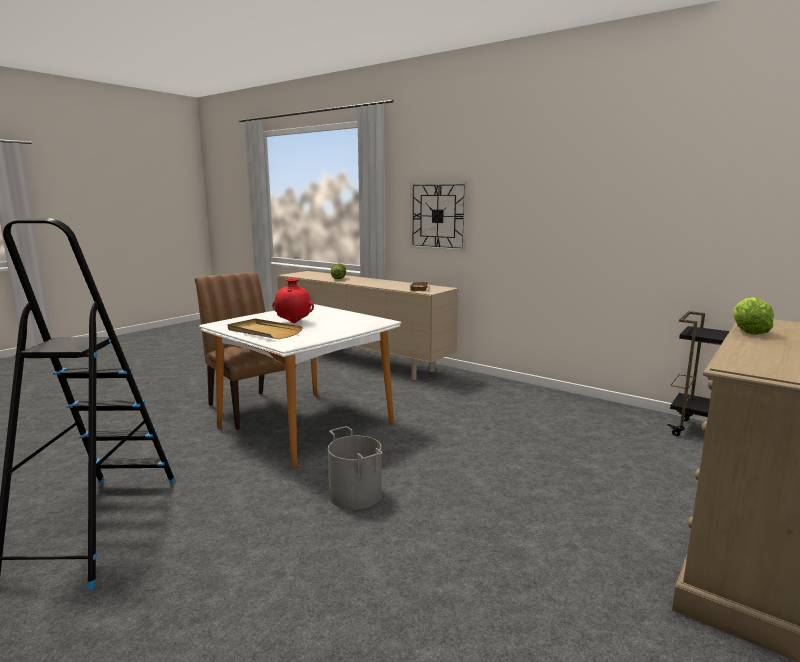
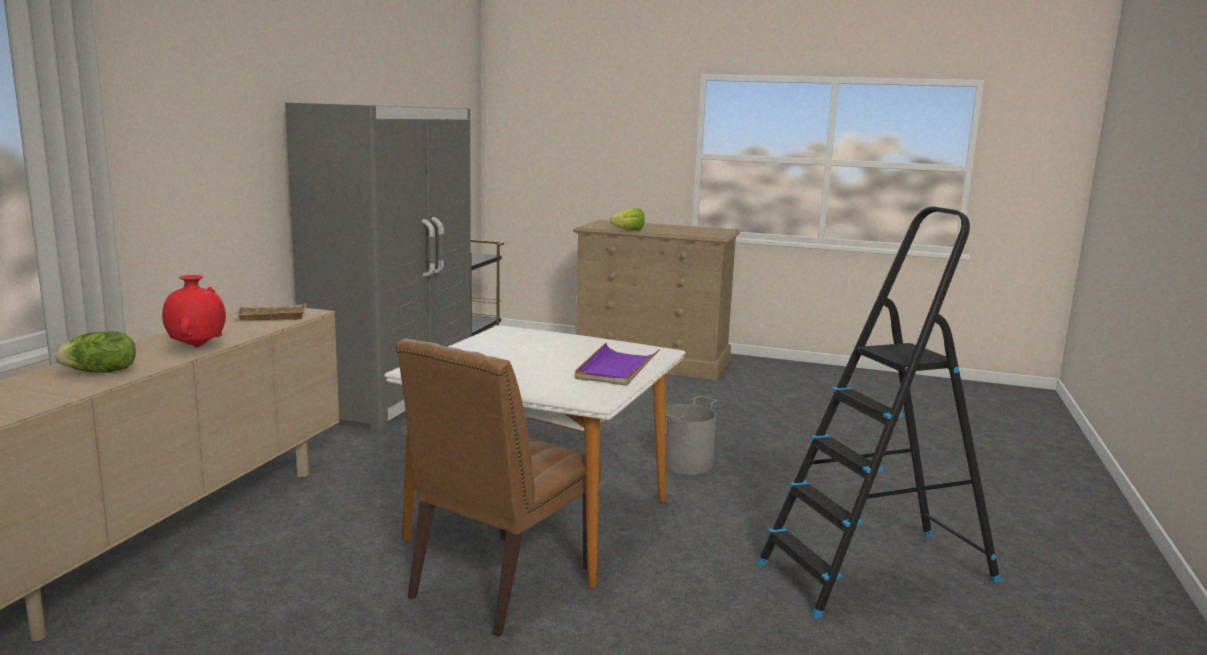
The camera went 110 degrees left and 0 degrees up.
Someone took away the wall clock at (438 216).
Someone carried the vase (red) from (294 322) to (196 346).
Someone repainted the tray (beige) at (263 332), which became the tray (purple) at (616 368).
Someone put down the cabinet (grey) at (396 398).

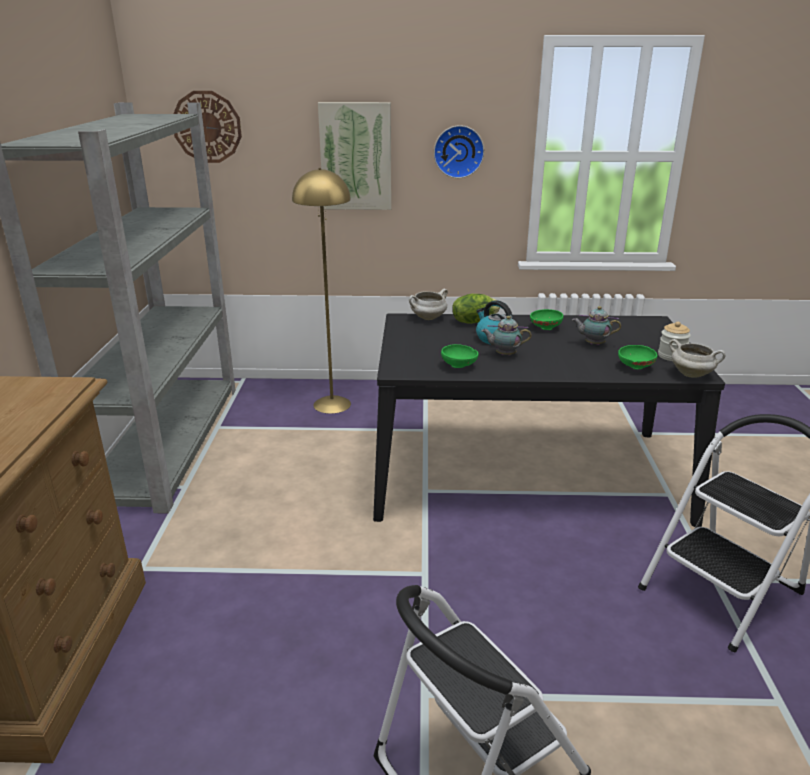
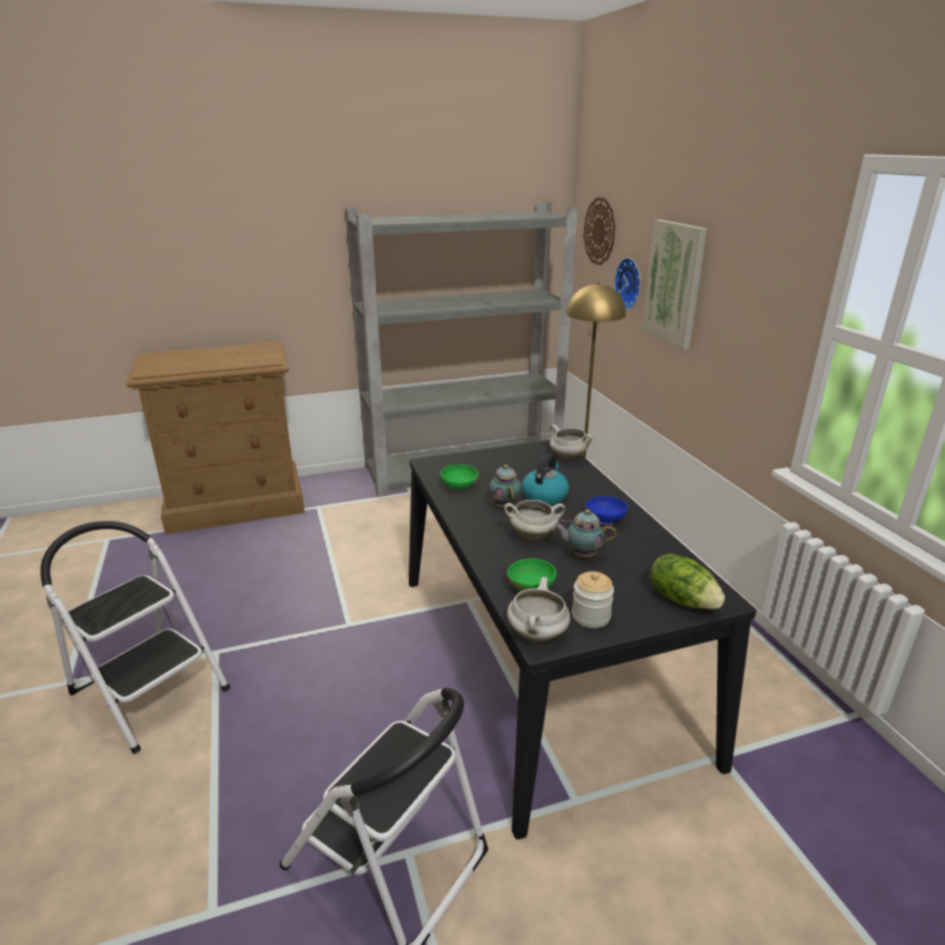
The camera went 70 degrees right and 0 degrees up.
Someone carried the wall clock from (458 151) to (631 283).
Someone carried the lettuce from (474 321) to (682 599).
Someone rotated the teapot at (593 344) by 75 degrees counterclockwise.
Someone repainted the bowl (green) at (544 328), which became the bowl (blue) at (604 520).
Someone put down the cooking pot (white) at (533 535).

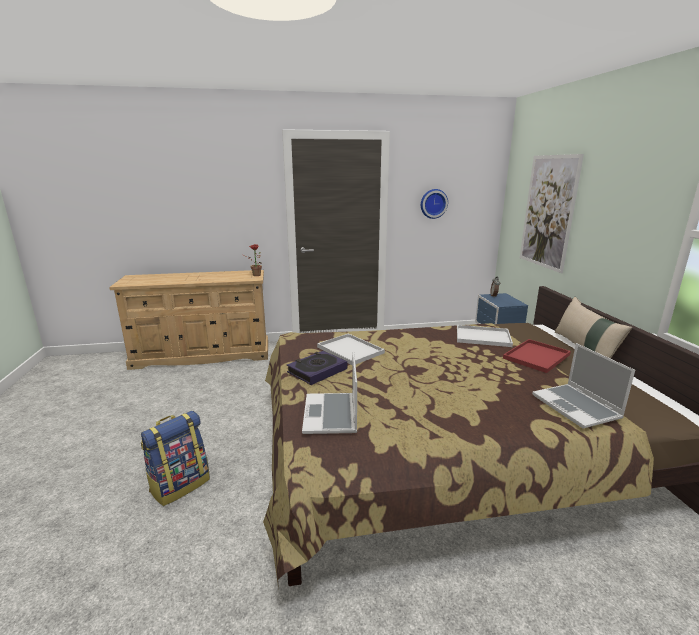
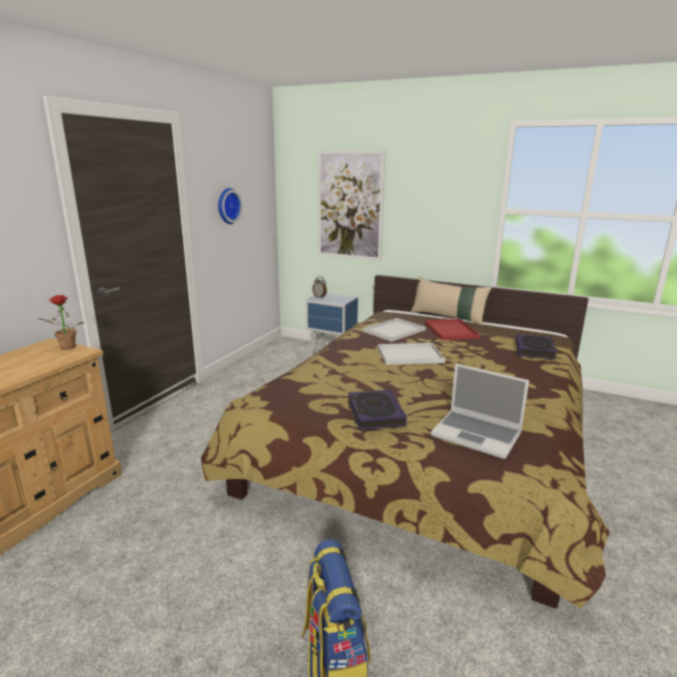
The camera went 55 degrees left and 0 degrees up.
Someone carried the tray (white) from (351 350) to (411 355).
Someone swapped the laptop at (577 407) for the book at (534 350).

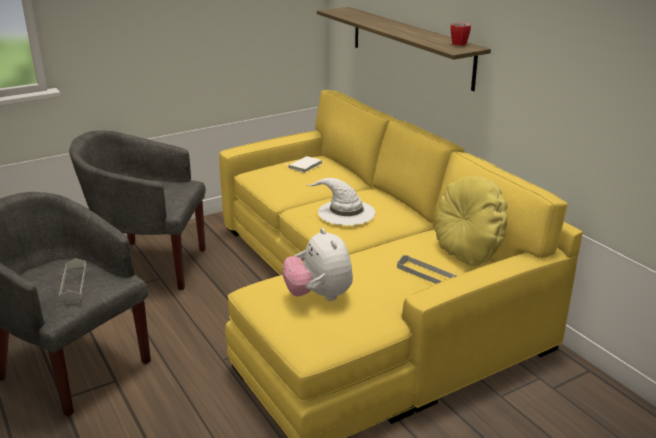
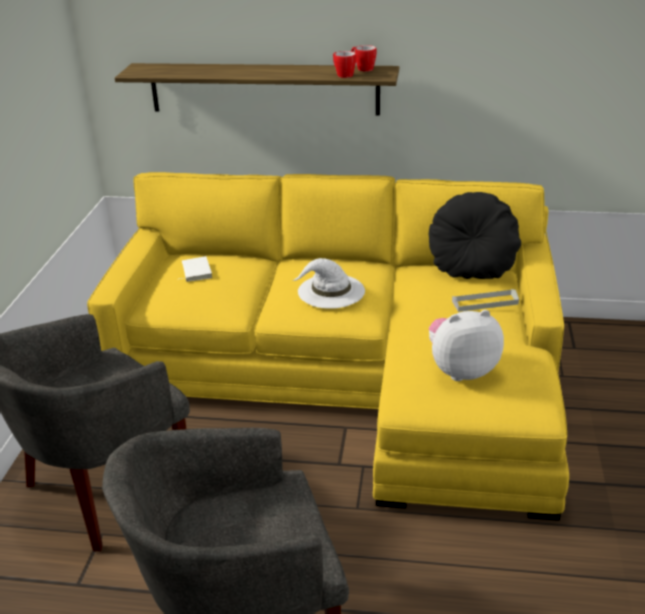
The camera went 50 degrees left and 5 degrees up.
Someone repainted the pillow (yellow) at (467 255), which became the pillow (black) at (471 272).
Someone rotated the plush toy at (319 296) by 150 degrees clockwise.
Someone took away the tray (grey) at (73 283).
Someone put down the mug at (342 75).

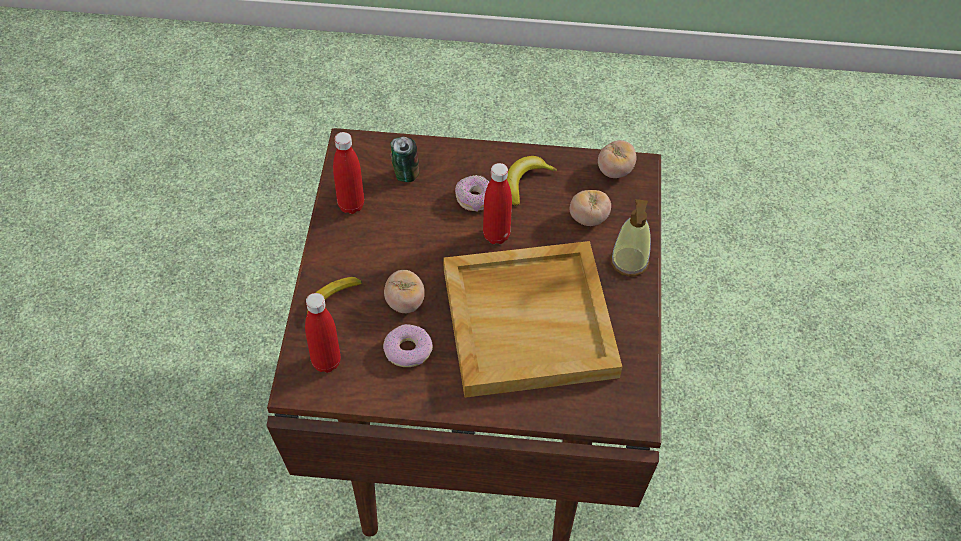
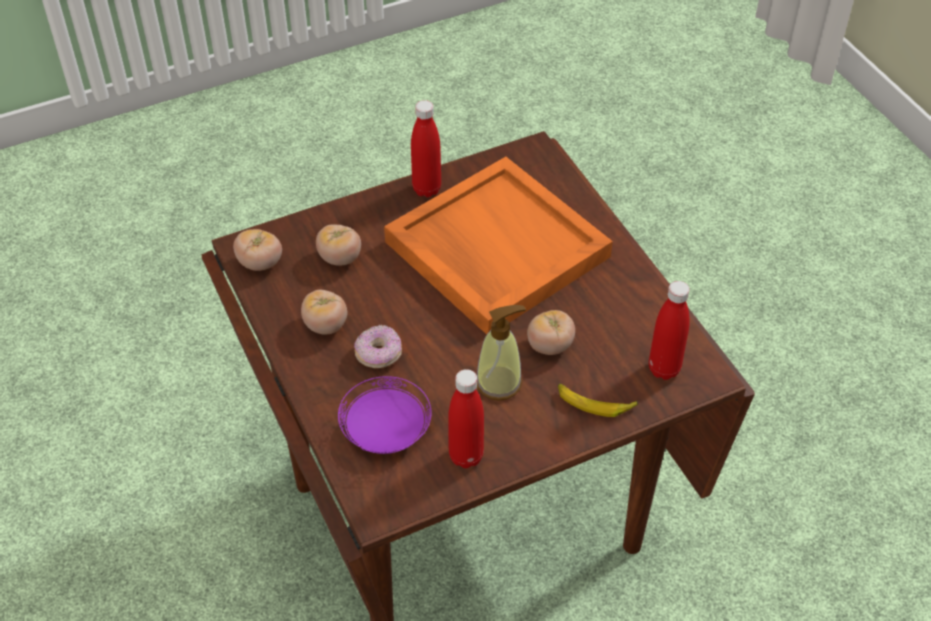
The camera went 120 degrees left and 5 degrees down.
Someone swapped the can at (405 174) for the plate (purple) at (386 431).
Someone swapped the banana at (524 182) for the tomato at (325 325).
Someone carried the bottle (red) from (496 235) to (426 189).
Someone carried the soap dispenser from (629 262) to (499 382).
Someone repainted the tray (beige) at (530 320), which became the tray (orange) at (495 249).
Someone took away the donut at (408 350).

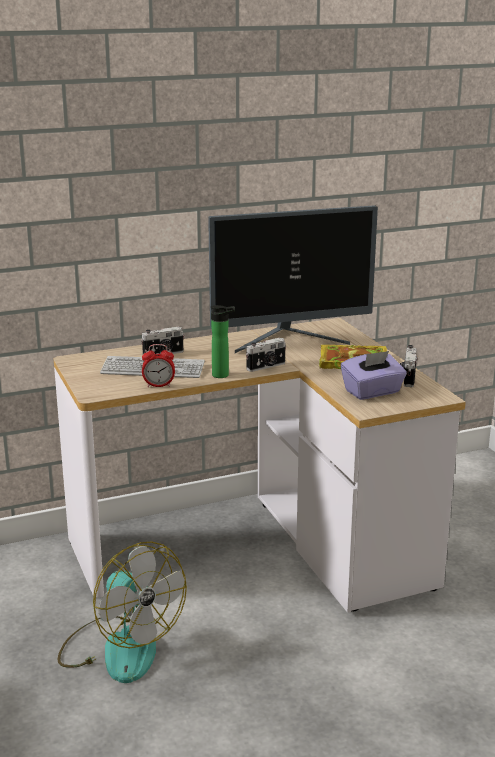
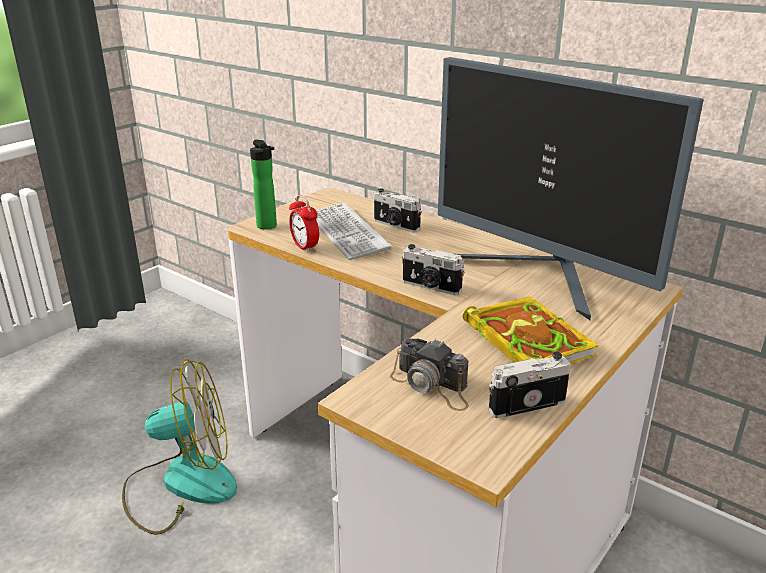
The camera went 60 degrees right and 5 degrees up.
Someone carried the bottle from (223 375) to (268 227).
Someone swapped the tissue box (purple) at (372 392) for the photo camera at (432 386).
Someone rotated the fan at (120 647) by 120 degrees counterclockwise.

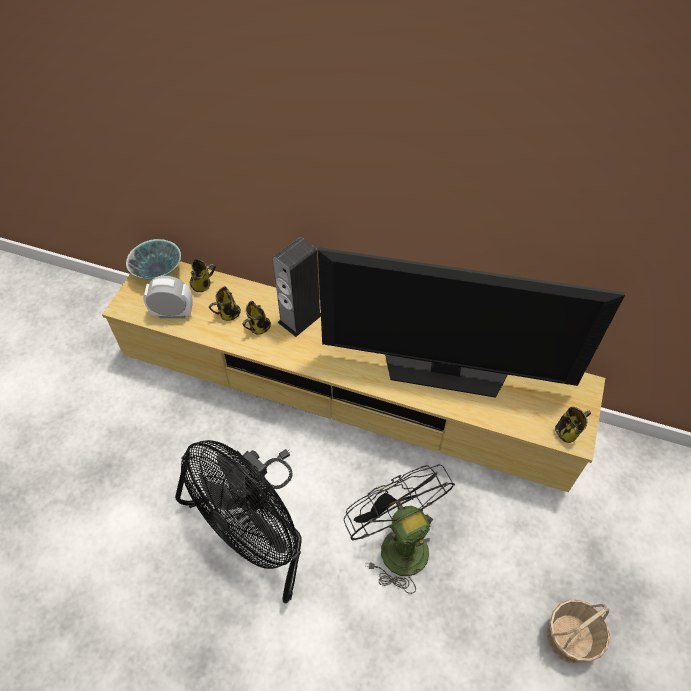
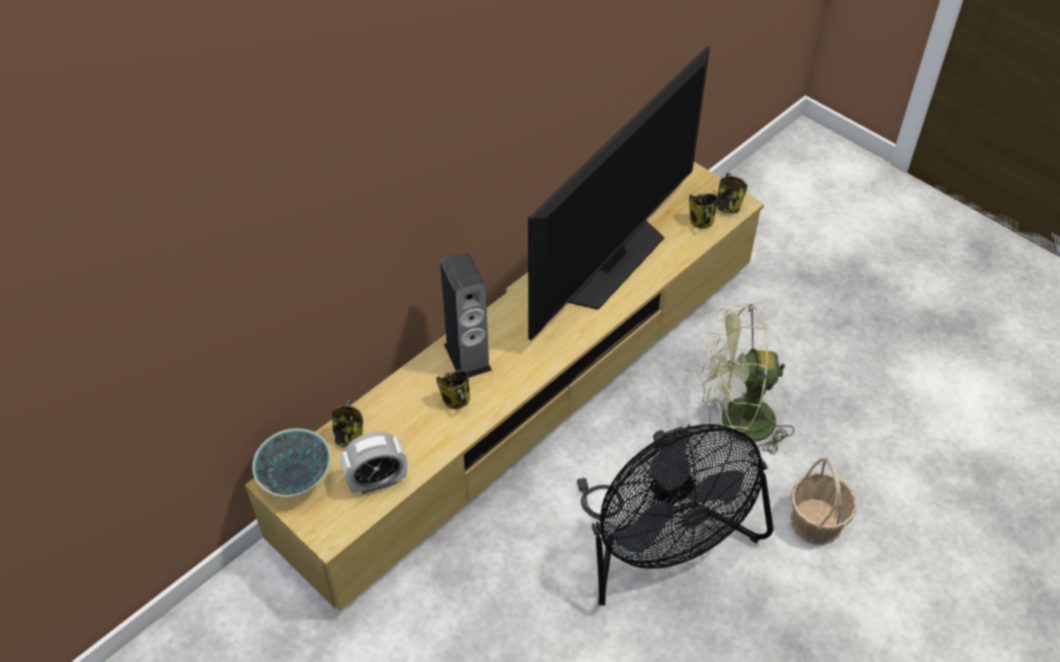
The camera went 65 degrees left and 5 degrees down.
Someone rotated the alarm clock at (173 313) by 135 degrees counterclockwise.
Someone carried the mug from (228 314) to (701 222).
Someone repainted the fan (black) at (396 542), which became the fan (green) at (735 423).
Someone carried the basket from (570 638) to (816 522).

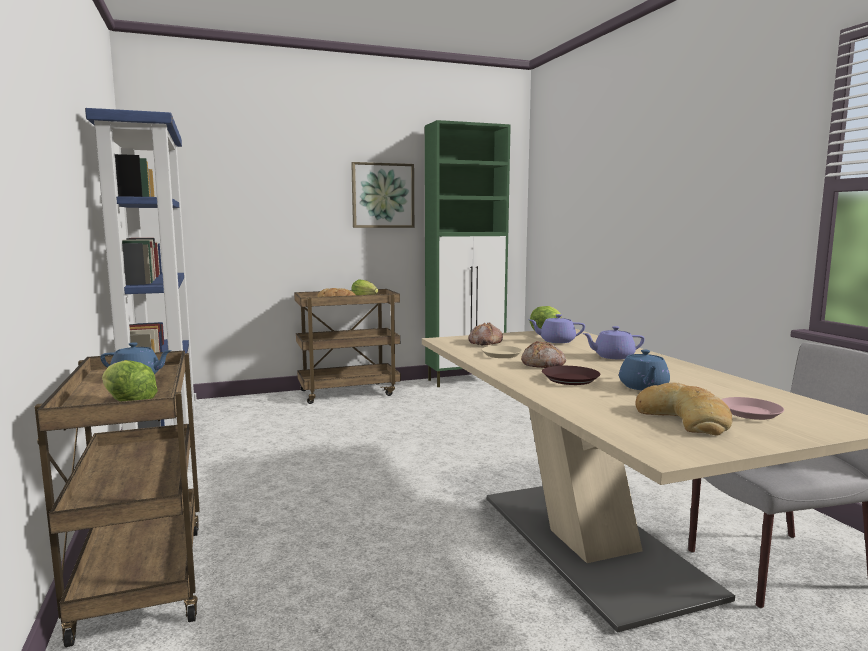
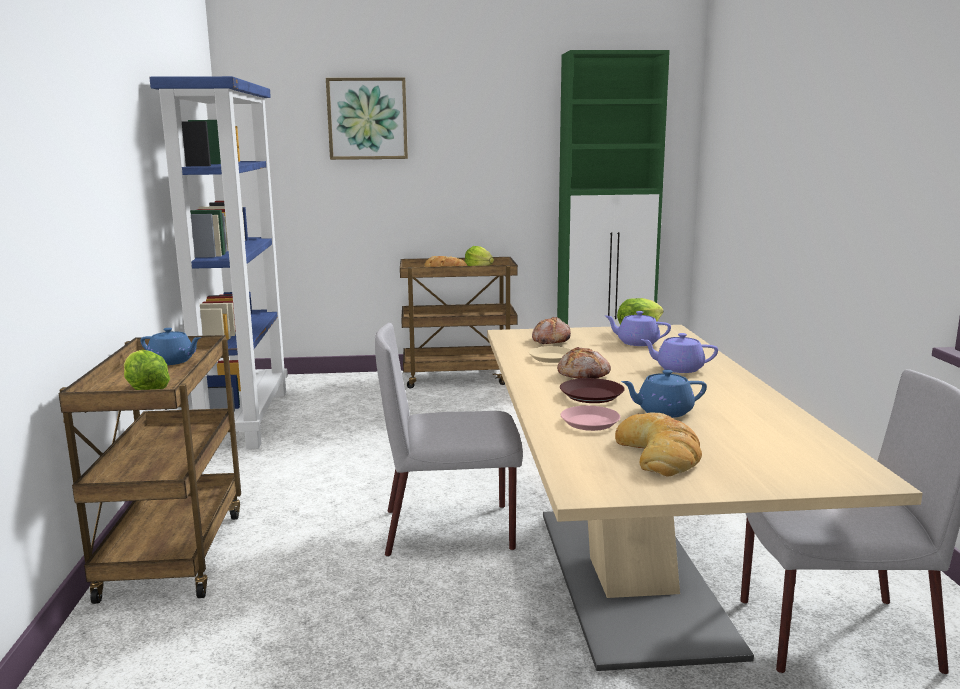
The camera went 15 degrees right and 5 degrees up.
Someone carried the picture from (382 195) to (367 119).
Someone rotated the teapot (blue) at (643 387) by 60 degrees clockwise.
Someone carried the plate (pink) from (750 412) to (590 422).
Someone put down the chair (grey) at (451 529).

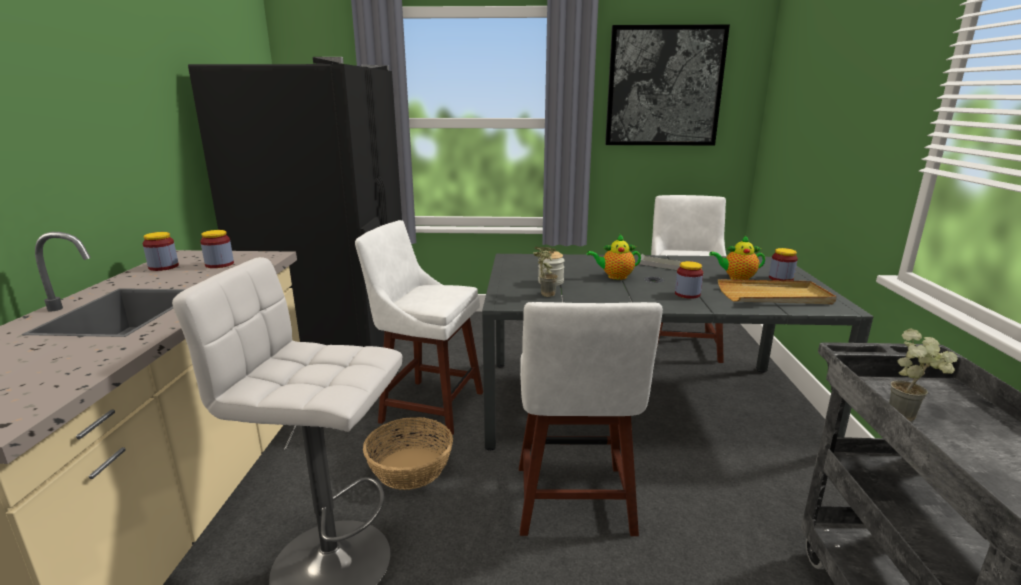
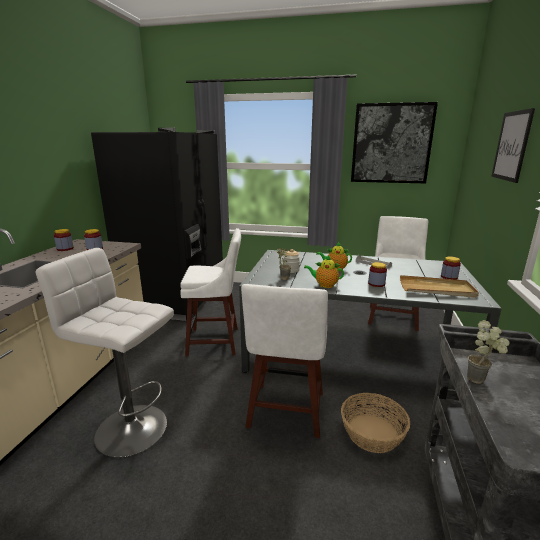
The camera went 10 degrees right and 0 degrees up.
Someone rotated the chair (white) at (427 405) by 150 degrees clockwise.
Someone carried the teapot from (736 278) to (324 285).
Someone carried the basket from (410 468) to (372 433).
Someone put up the picture at (511 146).

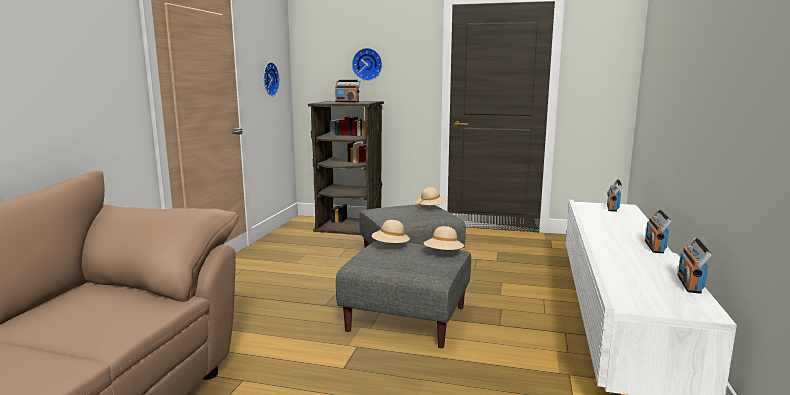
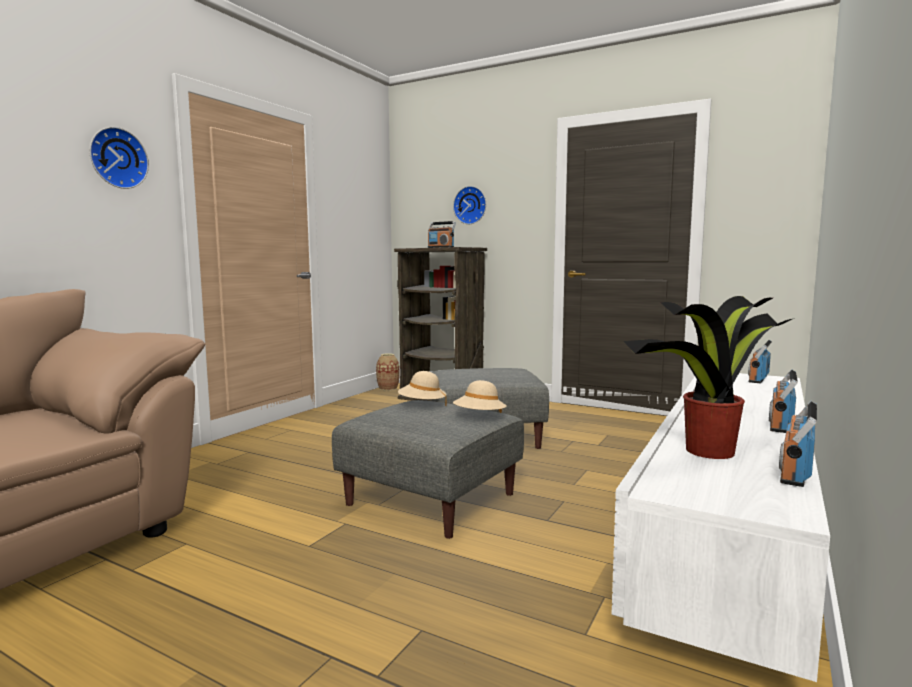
The camera went 15 degrees right and 5 degrees down.
Someone carried the wall clock from (269 79) to (117 158).
Someone took away the hat (beige) at (431 208).
Someone put down the potted plant at (707 451).
Someone put down the vase at (388 388).

